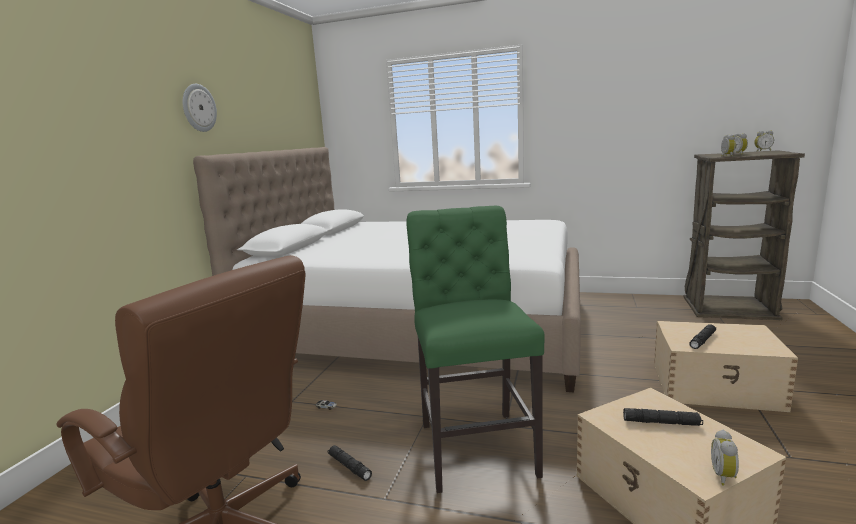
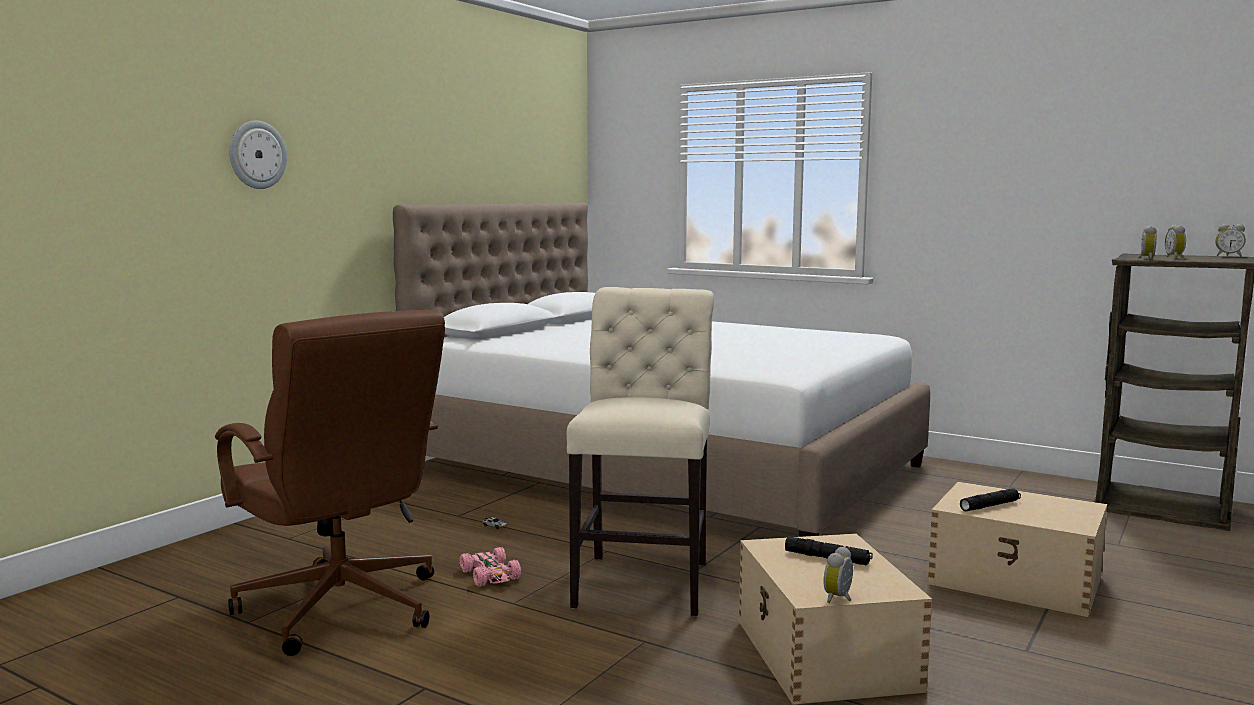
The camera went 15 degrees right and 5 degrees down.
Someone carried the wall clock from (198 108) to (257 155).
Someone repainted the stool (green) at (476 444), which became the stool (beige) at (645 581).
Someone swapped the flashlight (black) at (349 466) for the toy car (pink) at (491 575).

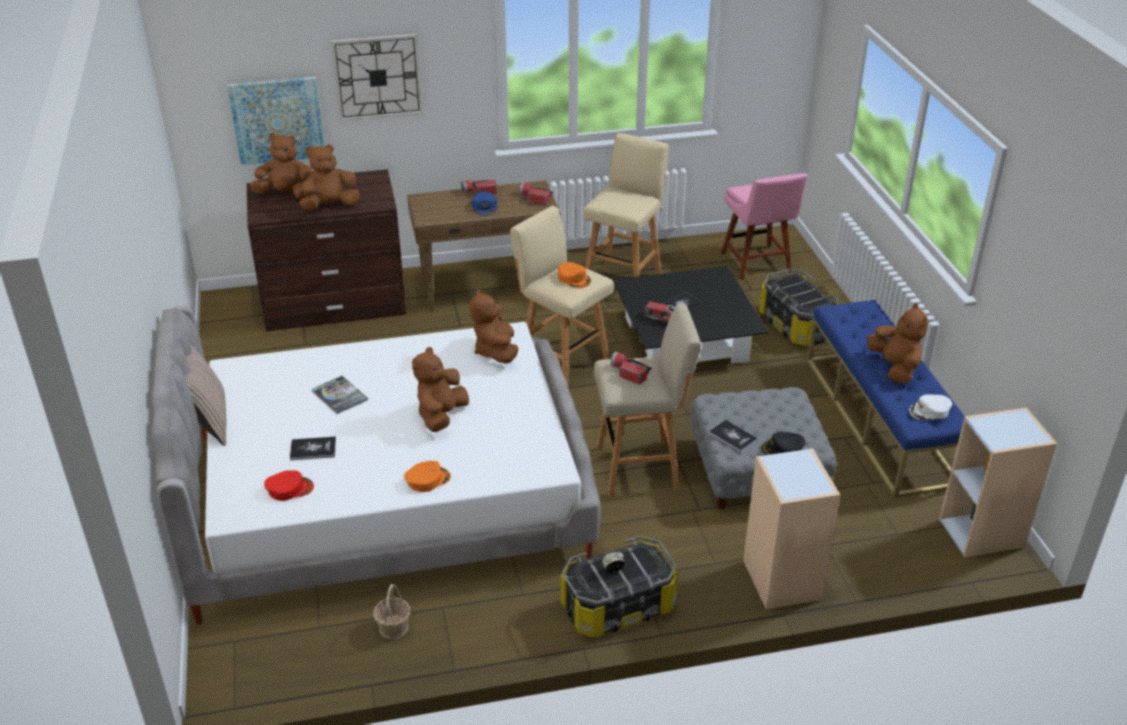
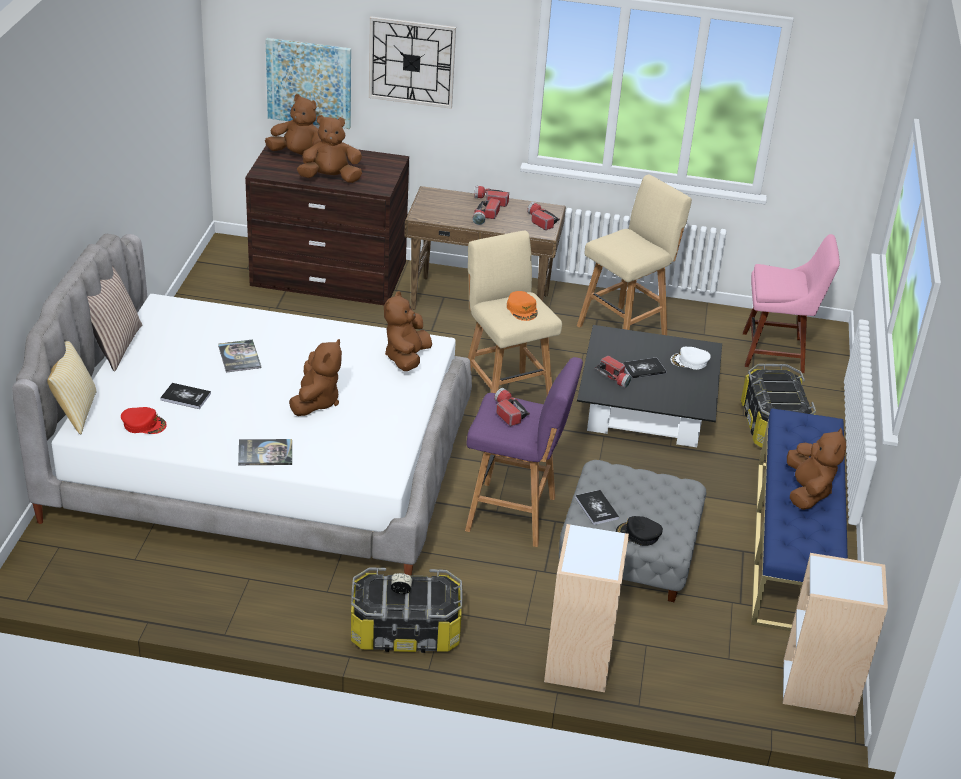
The camera went 20 degrees right and 0 degrees up.
Someone rotated the chair (pink) at (757 263) by 90 degrees counterclockwise.
Someone swapped the cap (blue) at (485 207) for the flashlight at (485 217).
Someone repainted the stool (beige) at (640 467), which became the stool (purple) at (514 515).
Someone rotated the plush toy (brown) at (441 416) by 150 degrees clockwise.
Someone carried the cap (white) from (930 411) to (689 361).
Someone swapped the cap (orange) at (427 479) for the book at (265 453).
Someone took away the basket at (393 627).
Someone put down the pillow at (75 412).

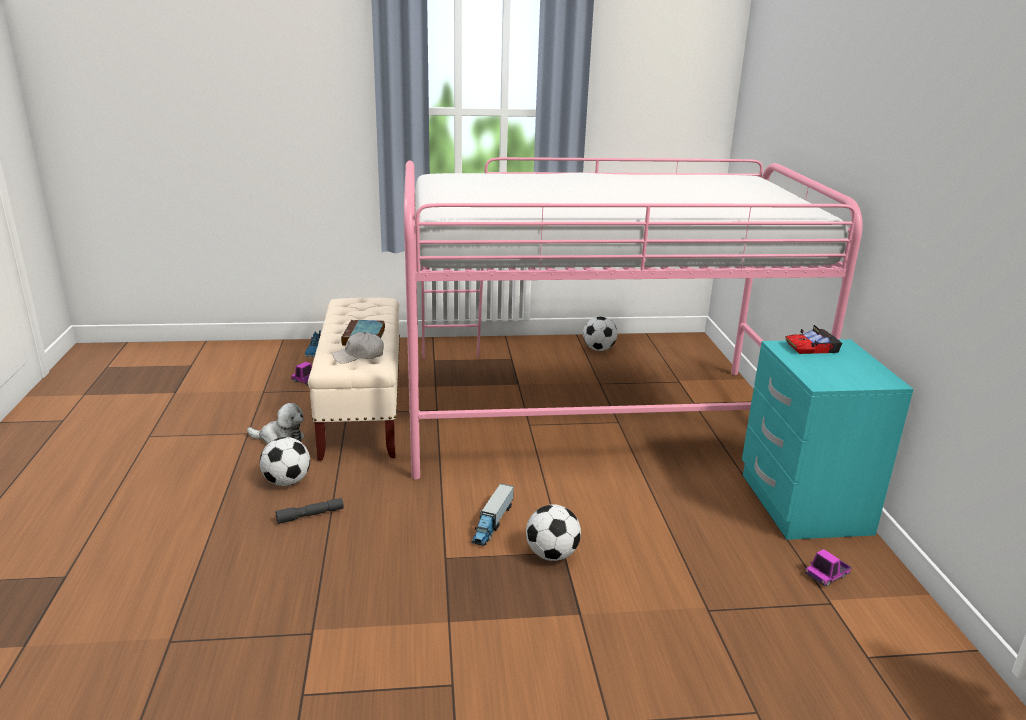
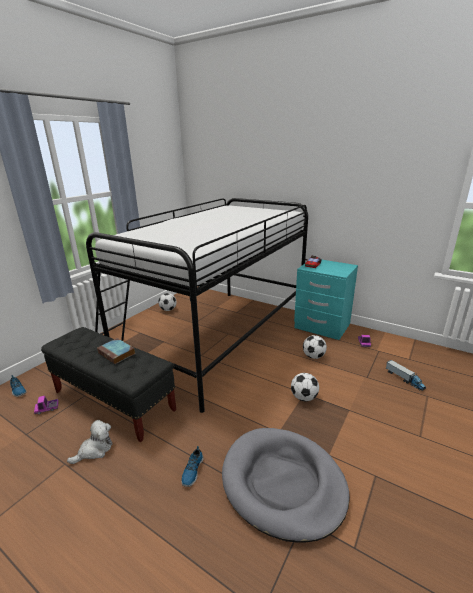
The camera went 50 degrees left and 0 degrees up.
Someone repainted the bed (pink) at (590 417), which became the bed (black) at (216 337).
Someone repainted the bench (beige) at (362 411), which became the bench (black) at (114 401).
Someone took away the cap (white) at (359 356).
Someone carried the football from (287 482) to (313 356).
Someone carried the toy truck from (492 523) to (404 379).
Someone swapped the flashlight (grey) at (310 515) for the shoe at (192 471).
Someone put down the dog bed (grey) at (283 483).

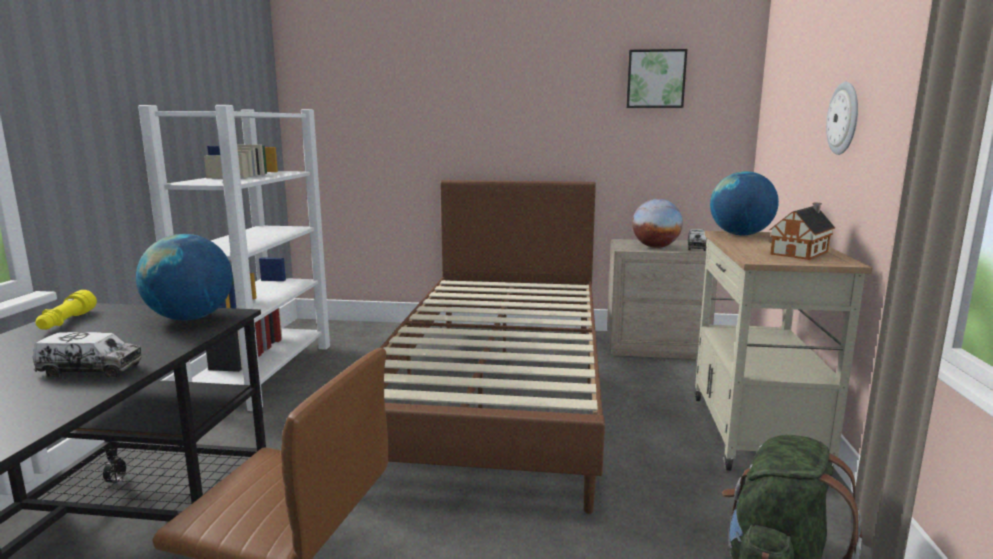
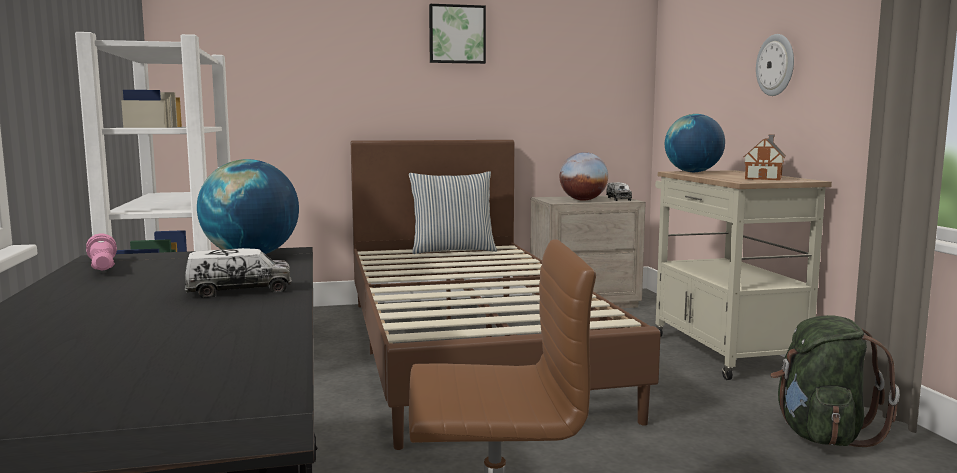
The camera went 20 degrees left and 5 degrees down.
Someone carried the picture from (655 79) to (457 34).
Someone repainted the flashlight (yellow) at (66 322), which became the flashlight (pink) at (103 267).
Someone put down the pillow at (452 250).

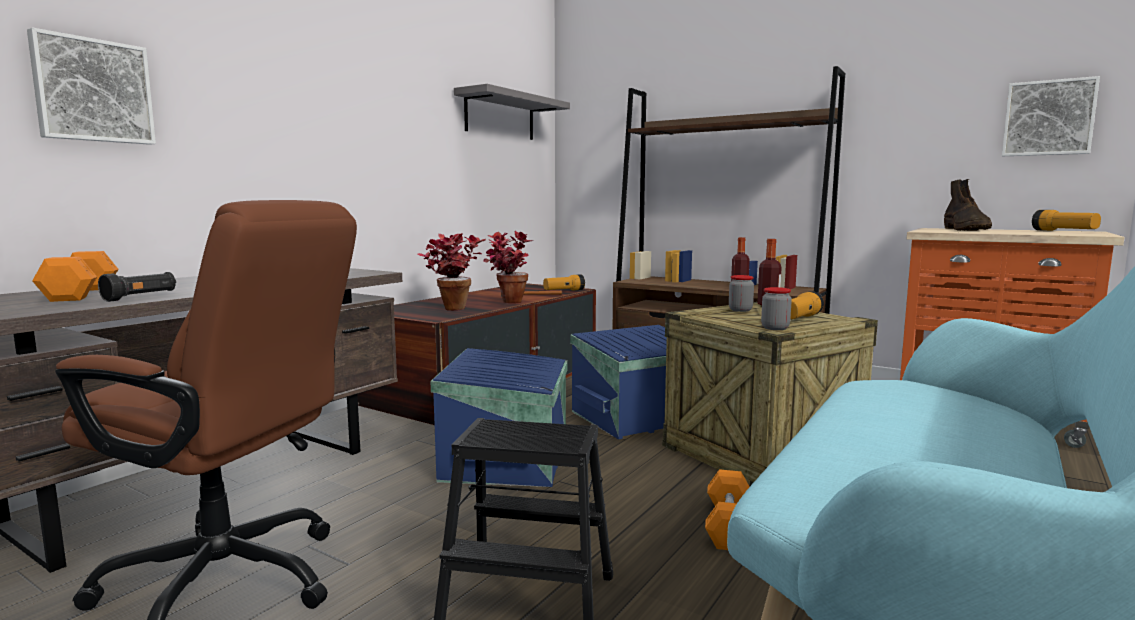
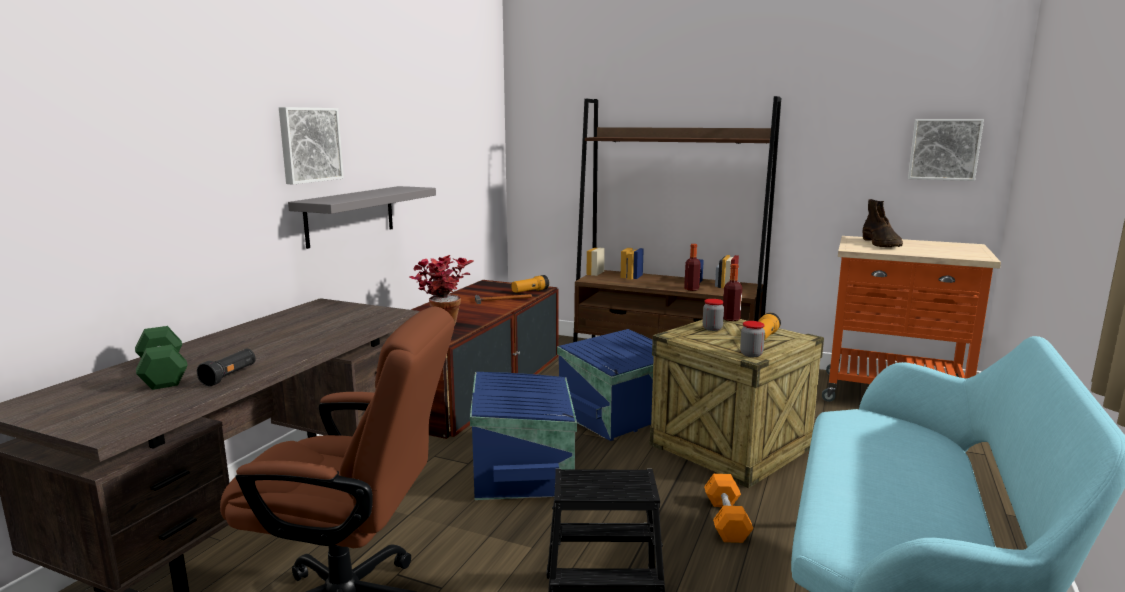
The camera went 10 degrees left and 5 degrees up.
Someone carried the picture from (93 91) to (309 144).
Someone carried the shelf (grey) from (500 116) to (350 215).
Someone took away the flashlight at (1064 231).
Someone took away the potted plant at (507 303).
Someone repainted the dumbbell (orange) at (81 294), which became the dumbbell (green) at (163 373).

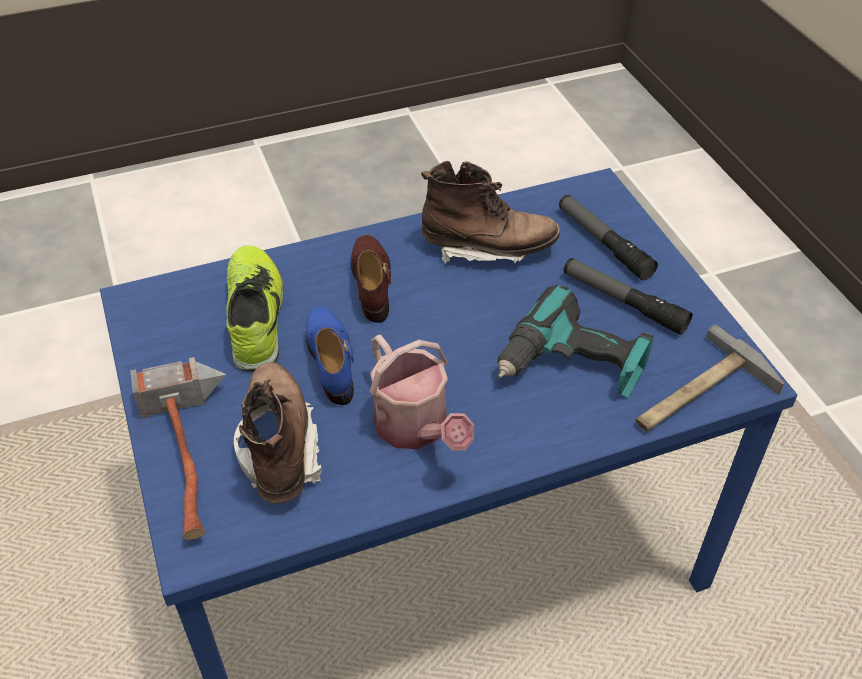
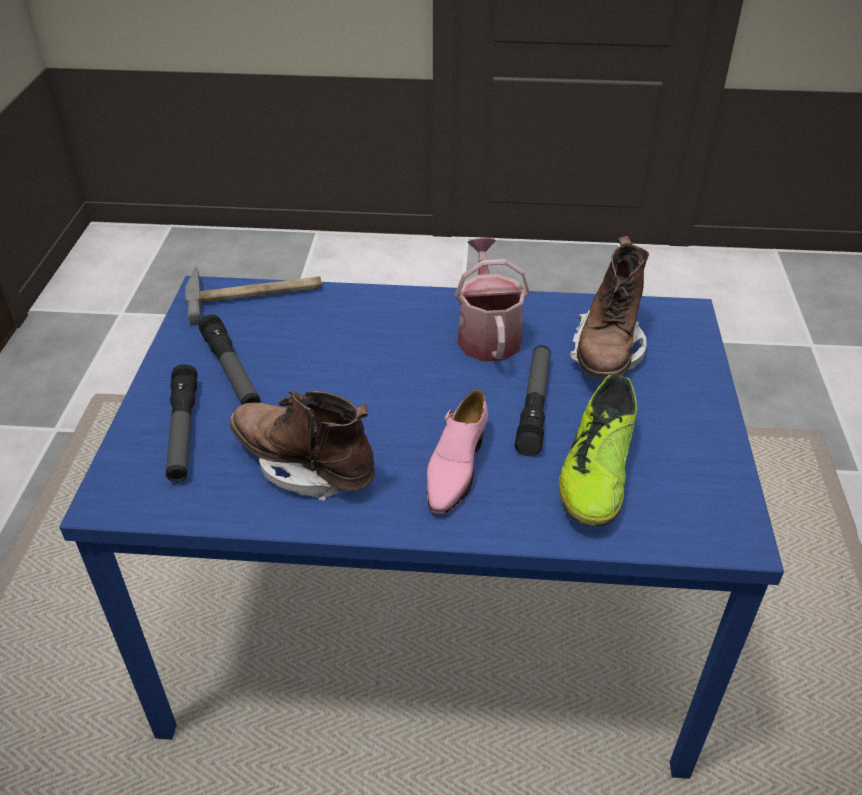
The camera went 155 degrees left and 5 degrees down.
Someone repainted the shoe (brown) at (372 282), which became the shoe (pink) at (455 468).
Someone took away the power drill at (572 366).
Someone swapped the shoe (blue) at (331 359) for the flashlight at (534 405).
Someone took away the hammer at (195 459).

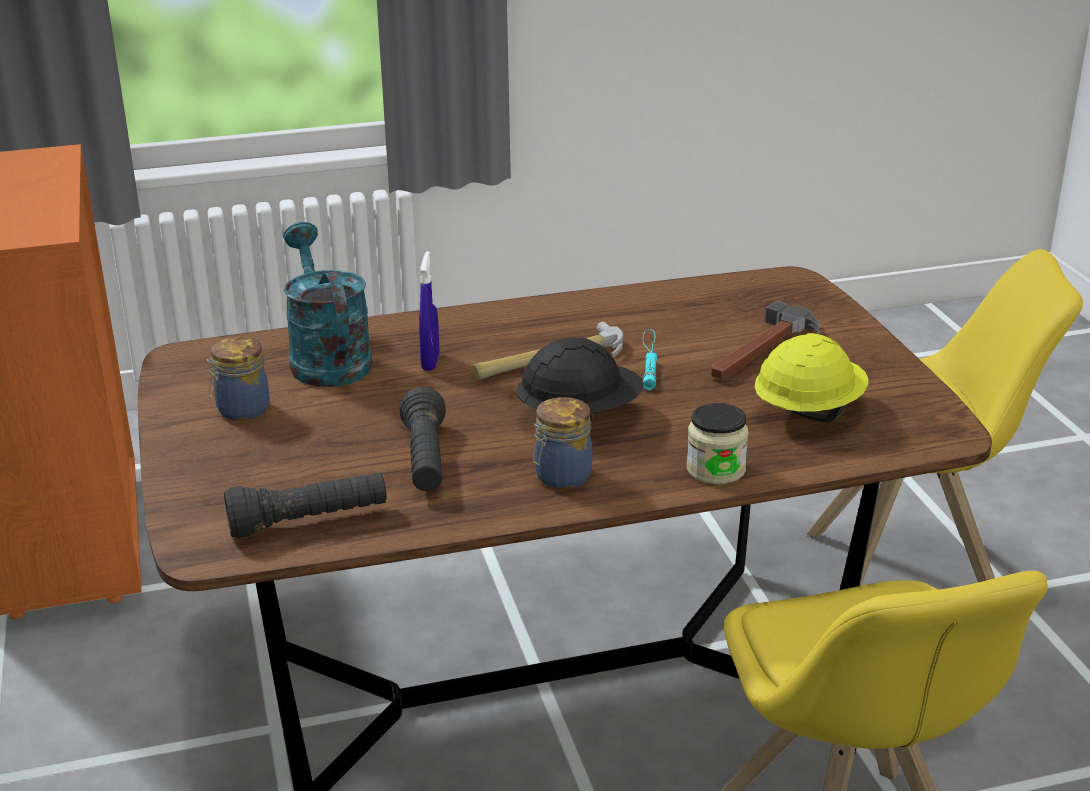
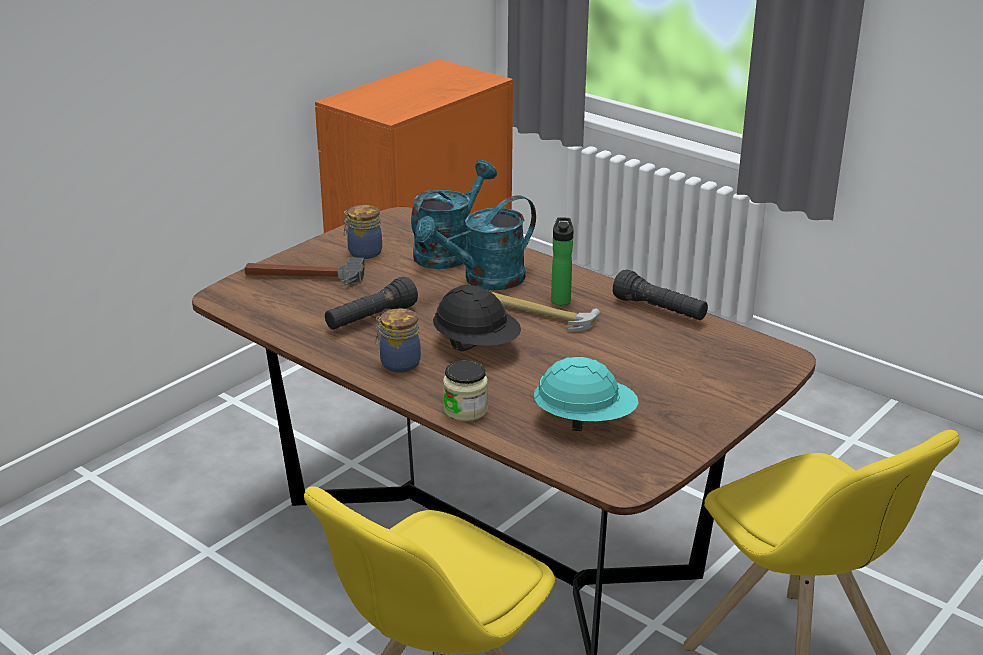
The camera went 55 degrees right and 0 degrees up.
Someone swapped the spray bottle (blue) at (430 362) for the watering can (turquoise) at (484 280).
Someone carried the hammer from (761 350) to (304 276).
Someone took away the flashlight (turquoise) at (649 359).
Someone repainted the hard hat (yellow) at (808 411), which became the hard hat (turquoise) at (584 420).
Someone carried the flashlight (black) from (308 521) to (659 310).
Someone put down the bottle at (561 299).

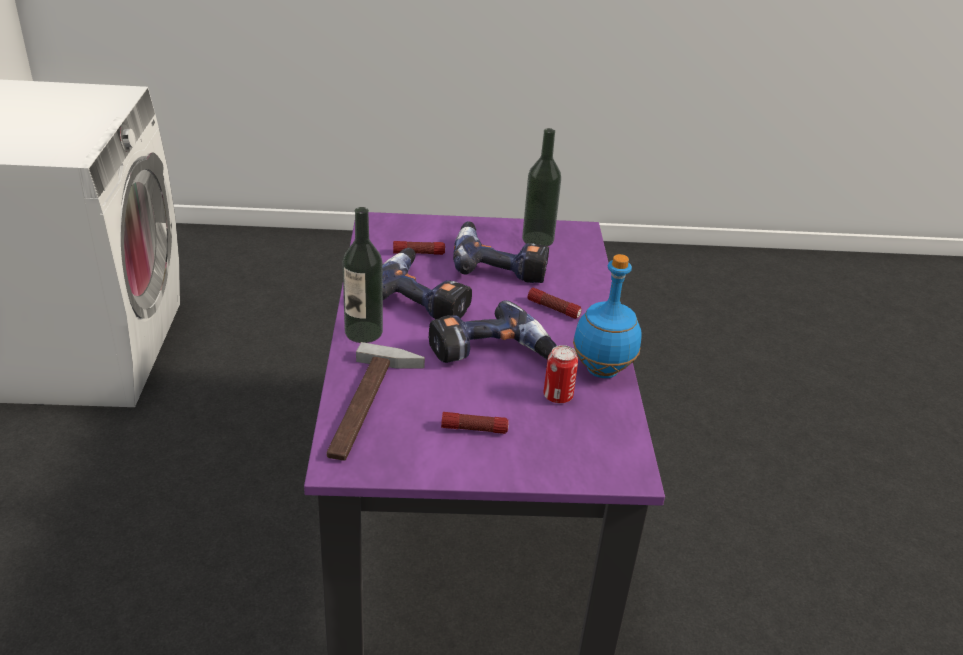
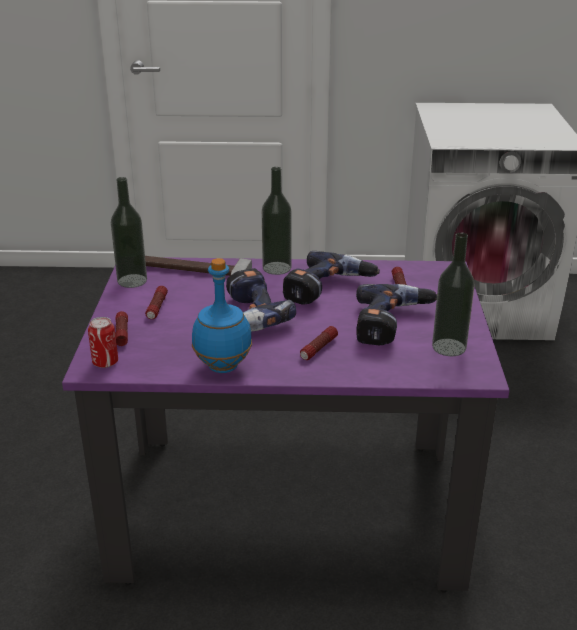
The camera went 95 degrees right and 5 degrees down.
Someone carried the can from (558 396) to (105 362).
Someone put down the bottle at (132 281).
Someone put down the flashlight at (122 333).

